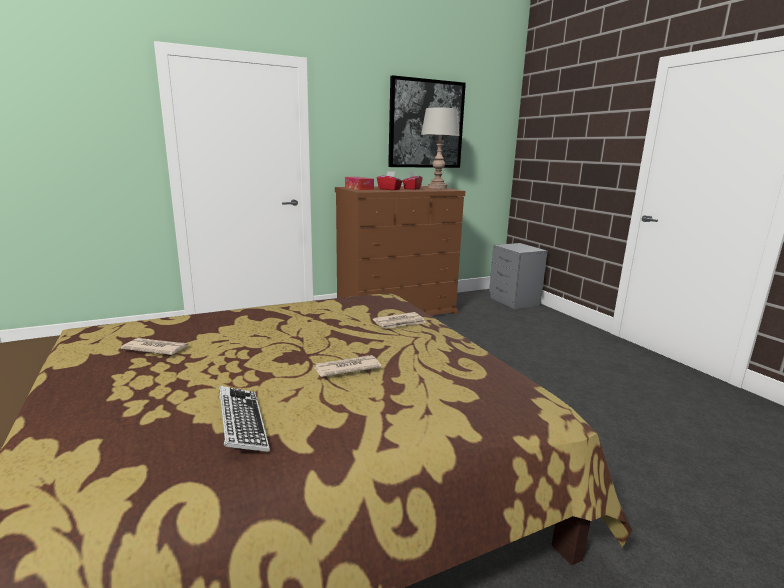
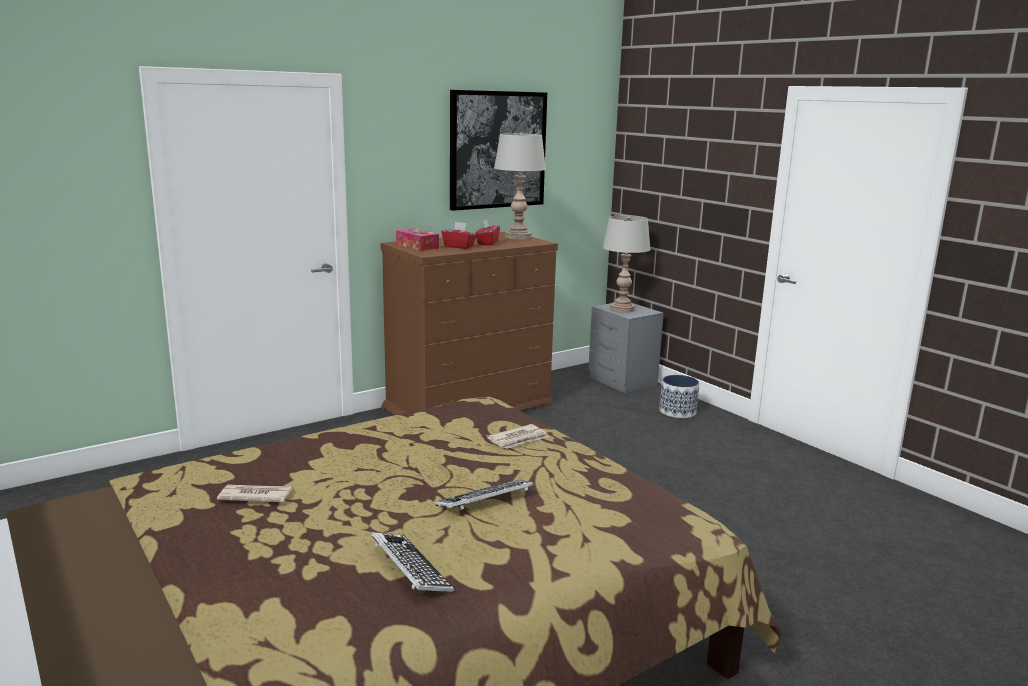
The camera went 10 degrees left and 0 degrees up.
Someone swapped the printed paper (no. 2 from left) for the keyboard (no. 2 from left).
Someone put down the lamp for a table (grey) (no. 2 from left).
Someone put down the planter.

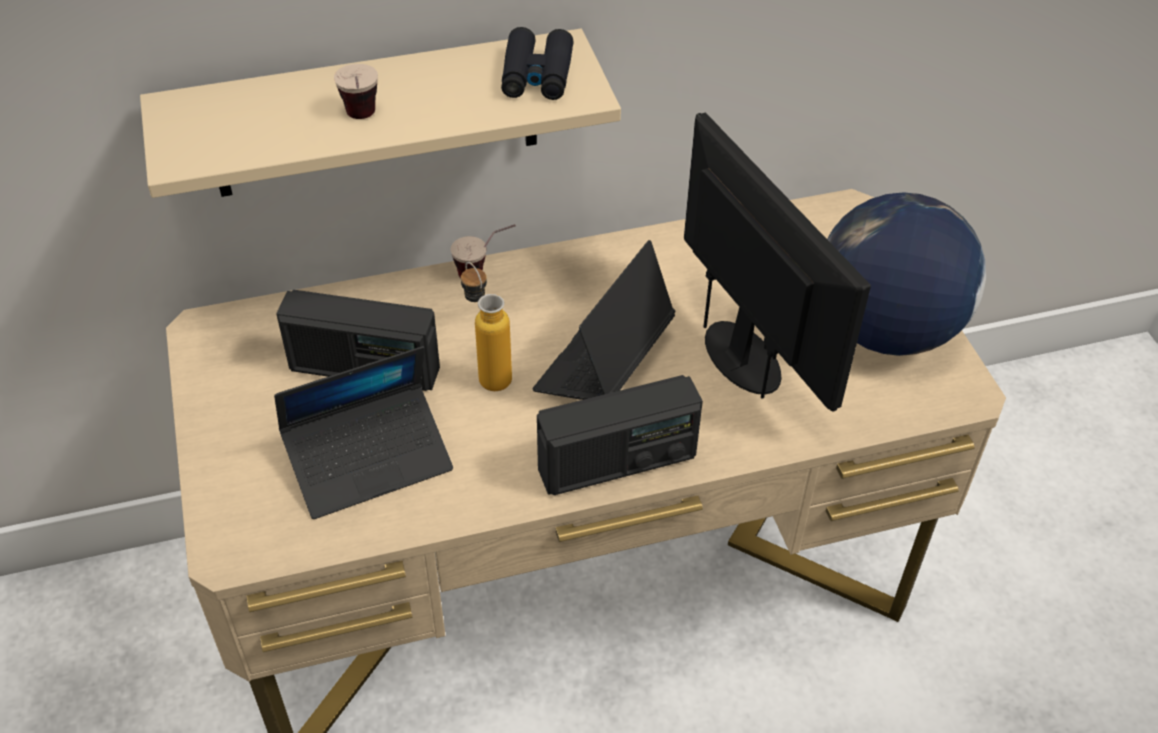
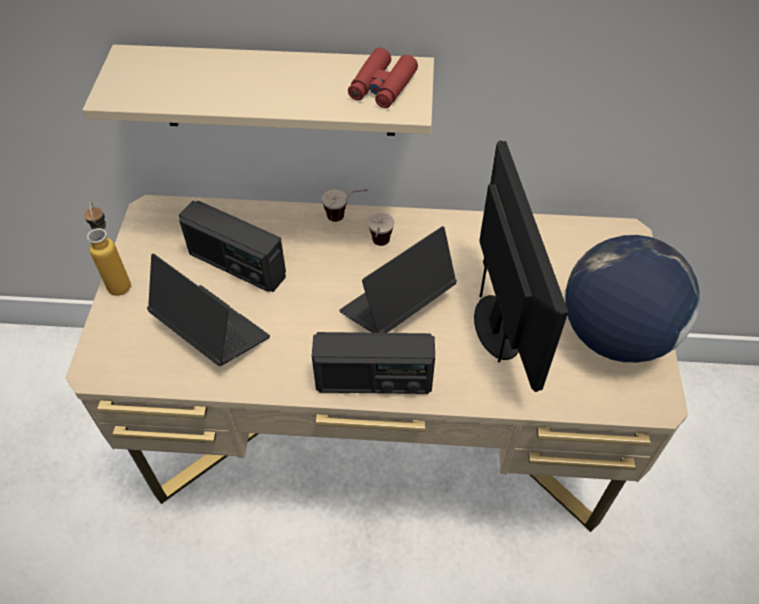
The camera went 20 degrees right and 5 degrees up.
Someone repainted the field glasses (black-coloured), which became the field glasses (reddish).
Someone carried the small cup (no. 1 from left in the first image).
Someone carried the beverage bottle.
Someone rotated the notebook computer (no. 1 from left) by 135 degrees counterclockwise.

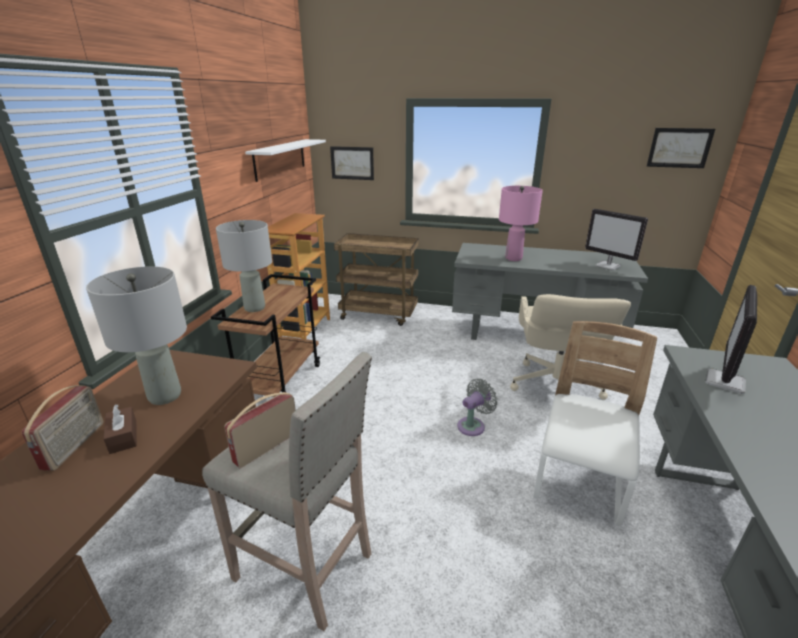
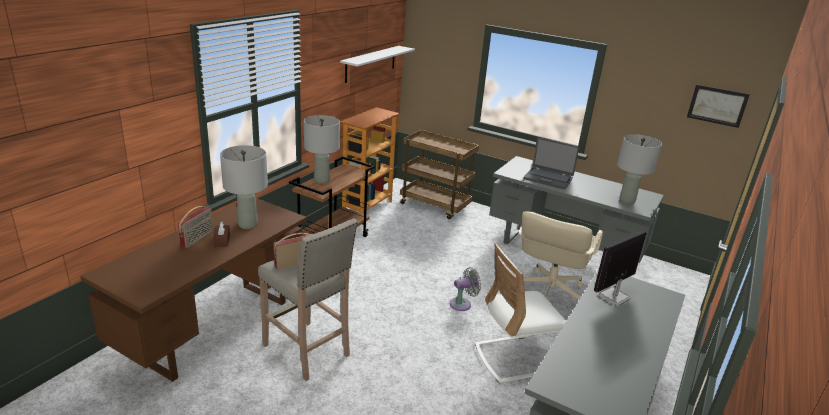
The camera went 15 degrees right and 0 degrees up.
Someone took away the wall picture (no. 1 from left).
Someone swapped the lamp for a table (pinkish) for the notebook computer.
Someone swapped the monitor (no. 1 from left) for the lamp for a table (grey) (no. 3 from left).
Someone rotated the plain chair (whitish) by 150 degrees counterclockwise.

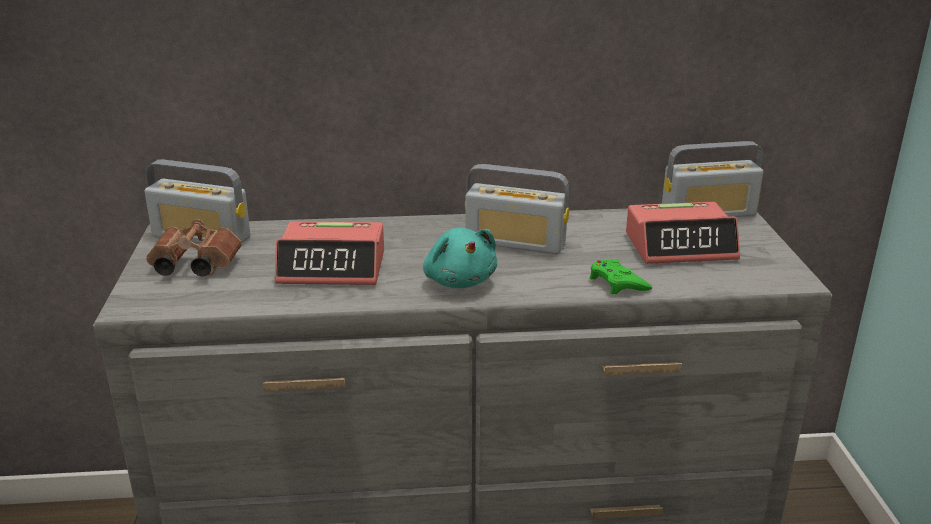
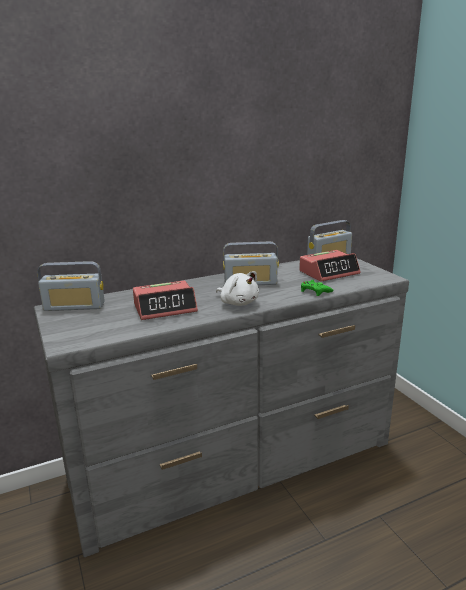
The camera went 20 degrees left and 5 degrees down.
Someone took away the field glasses (brown).
Someone repainted the soft toy (turquoise), which became the soft toy (whitish).

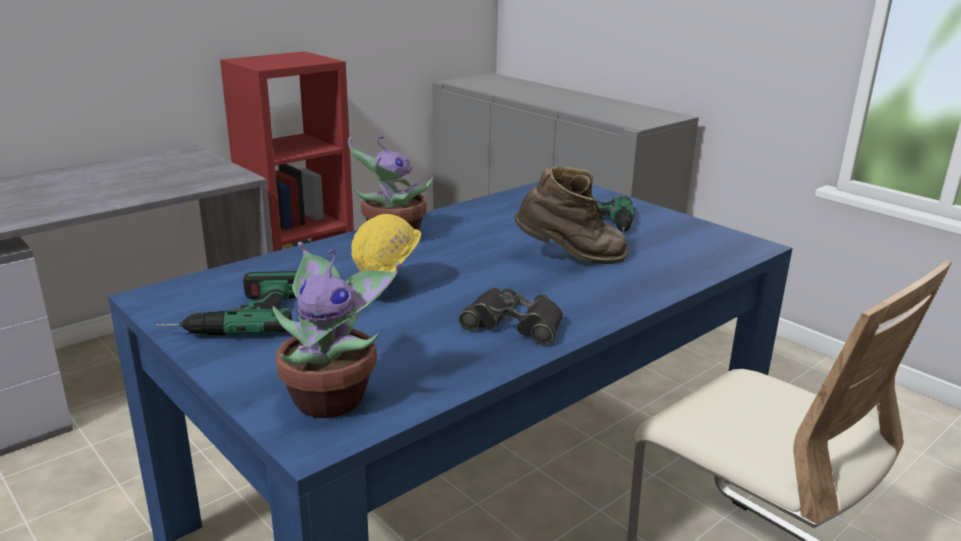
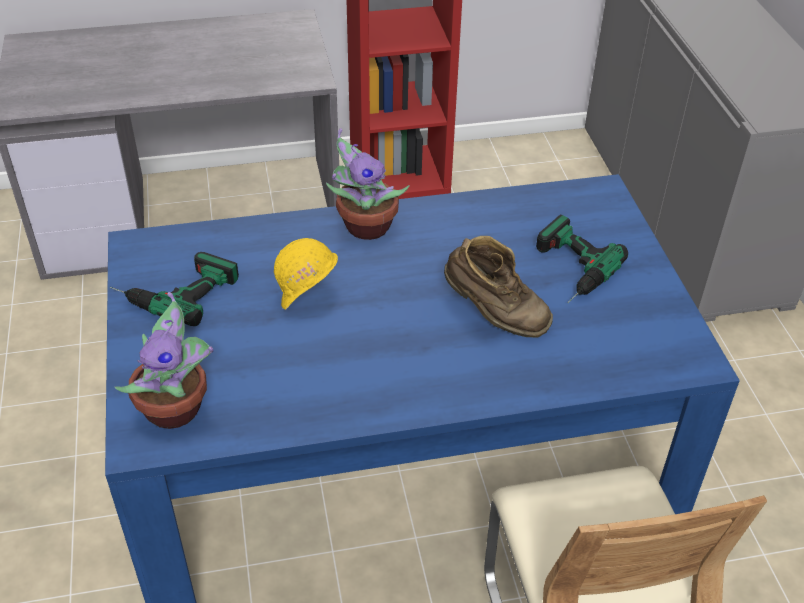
The camera went 30 degrees right and 20 degrees up.
Someone took away the field glasses (black-coloured).

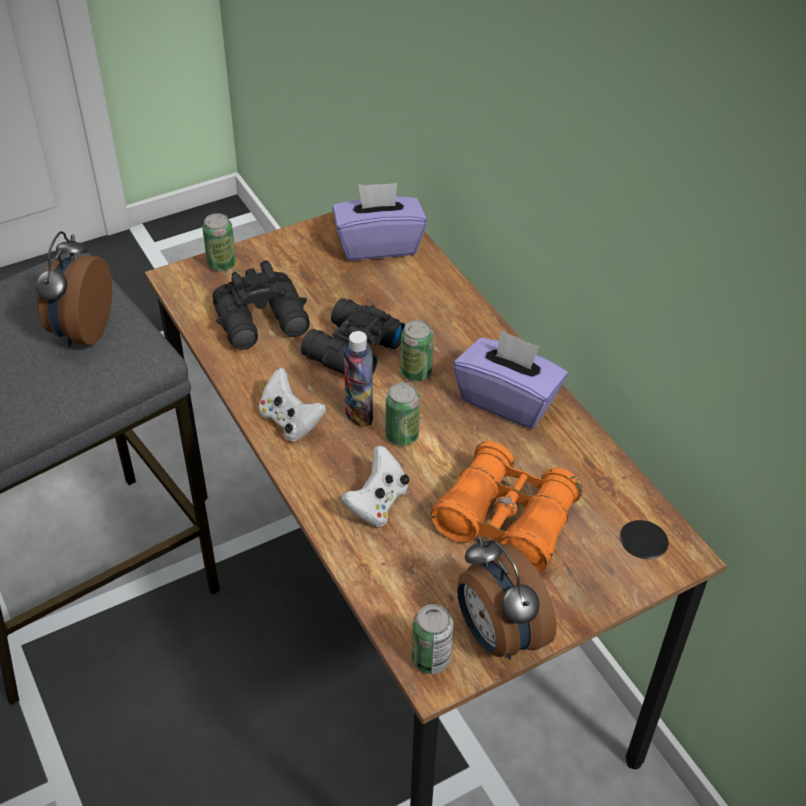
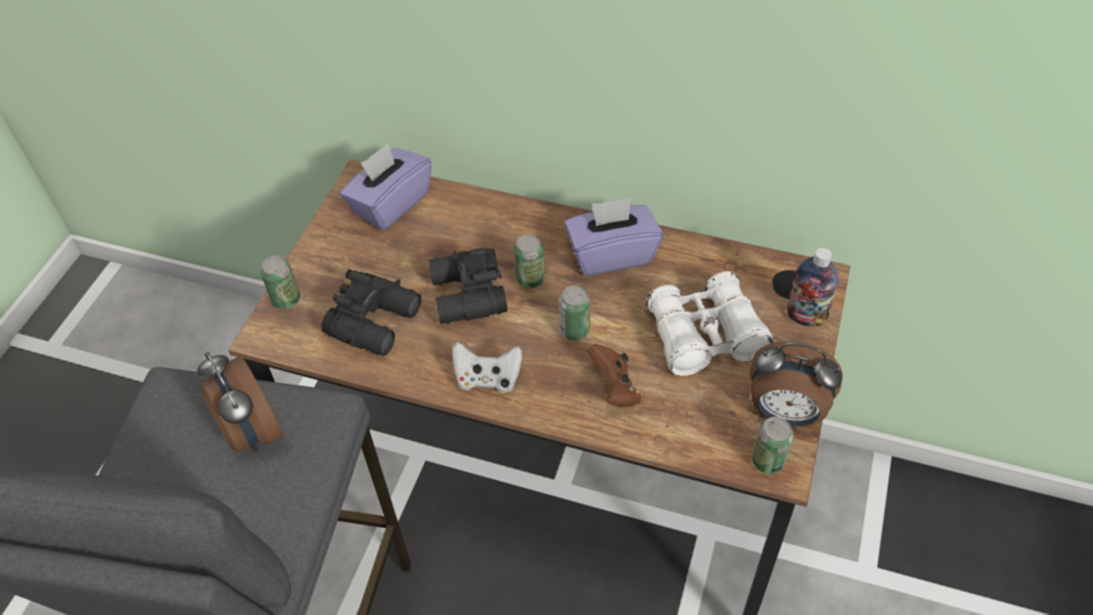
The camera went 40 degrees left and 5 degrees up.
Someone carried the beverage bottle.
Someone repainted the field glasses (orange), which became the field glasses (whitish).
Someone repainted the joypad (whitish) (no. 2 from left), which became the joypad (brown).

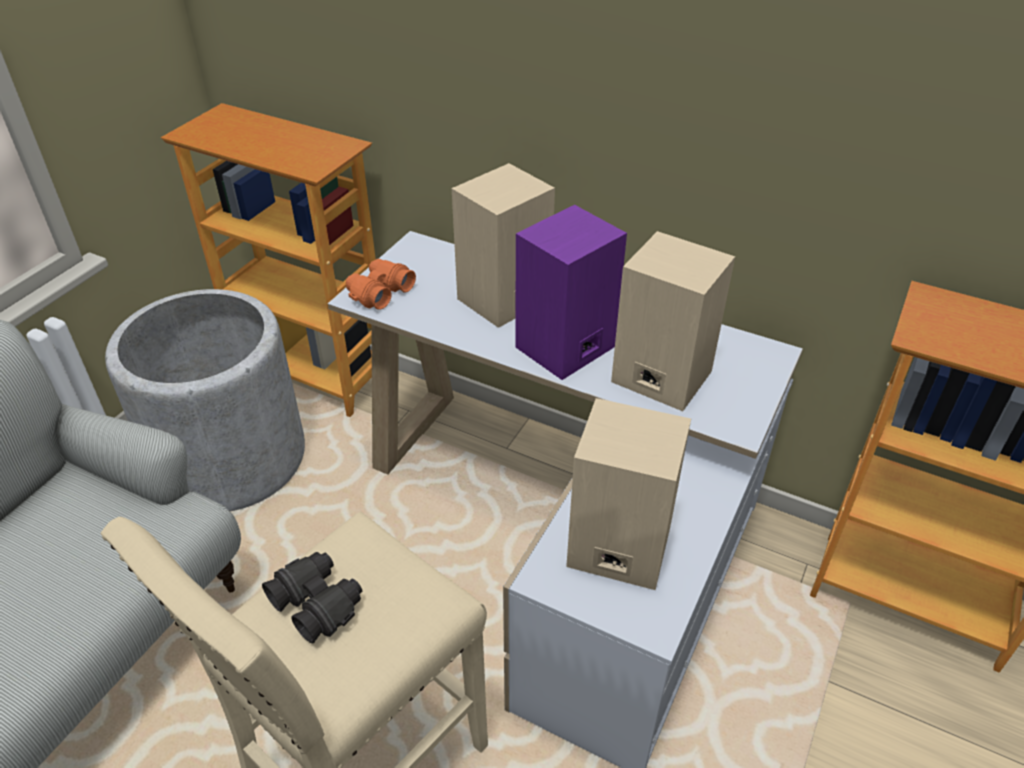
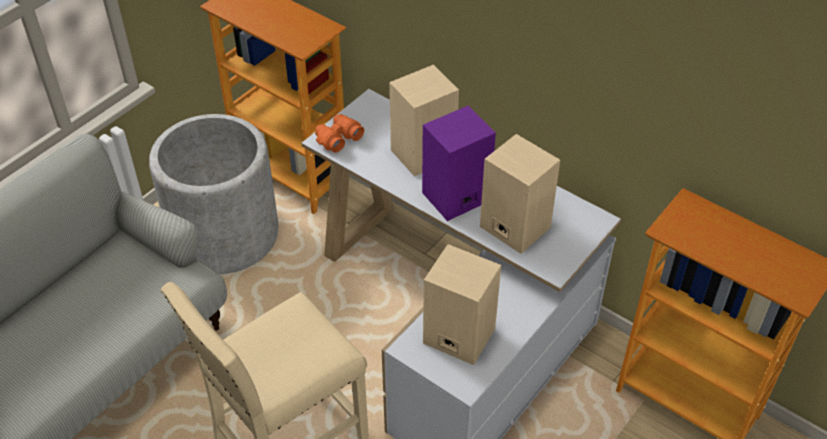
The camera went 10 degrees right and 5 degrees up.
Someone took away the field glasses (black-coloured).

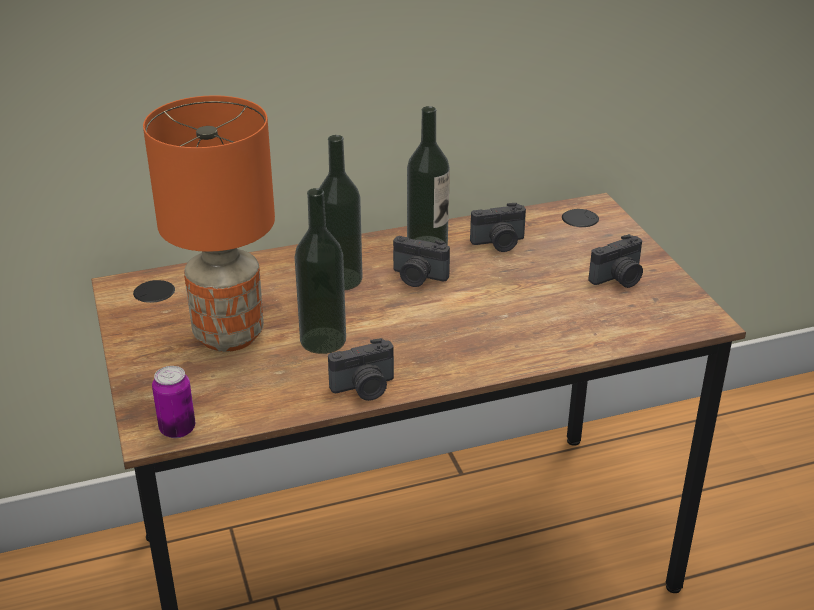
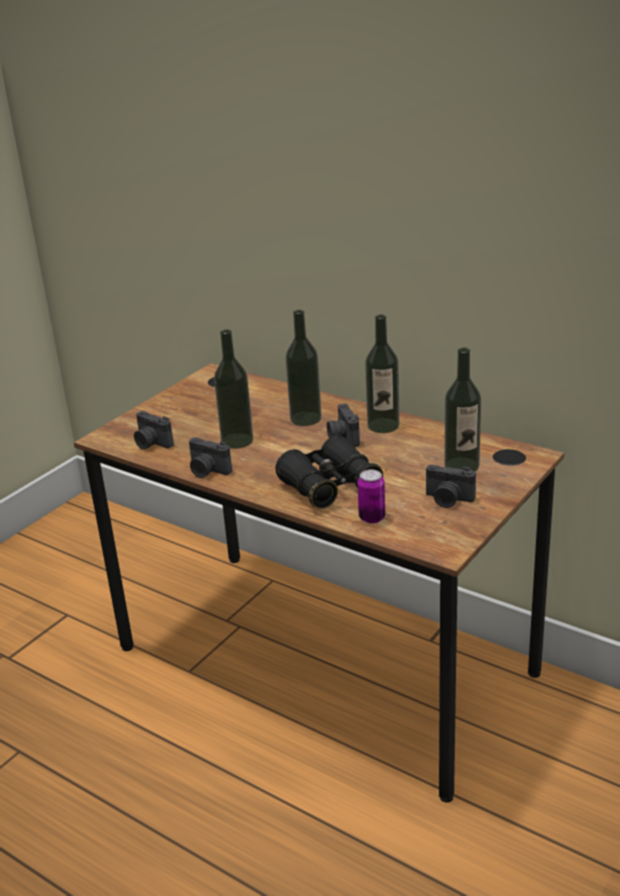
The camera went 55 degrees right and 5 degrees down.
Someone took away the lamp for a table (orange).
Someone carried the still camera (no. 3 from left in the first image).
Someone carried the sealed can.
Someone put down the beverage bottle (no. 4 from left).
Someone put down the field glasses (black-coloured).

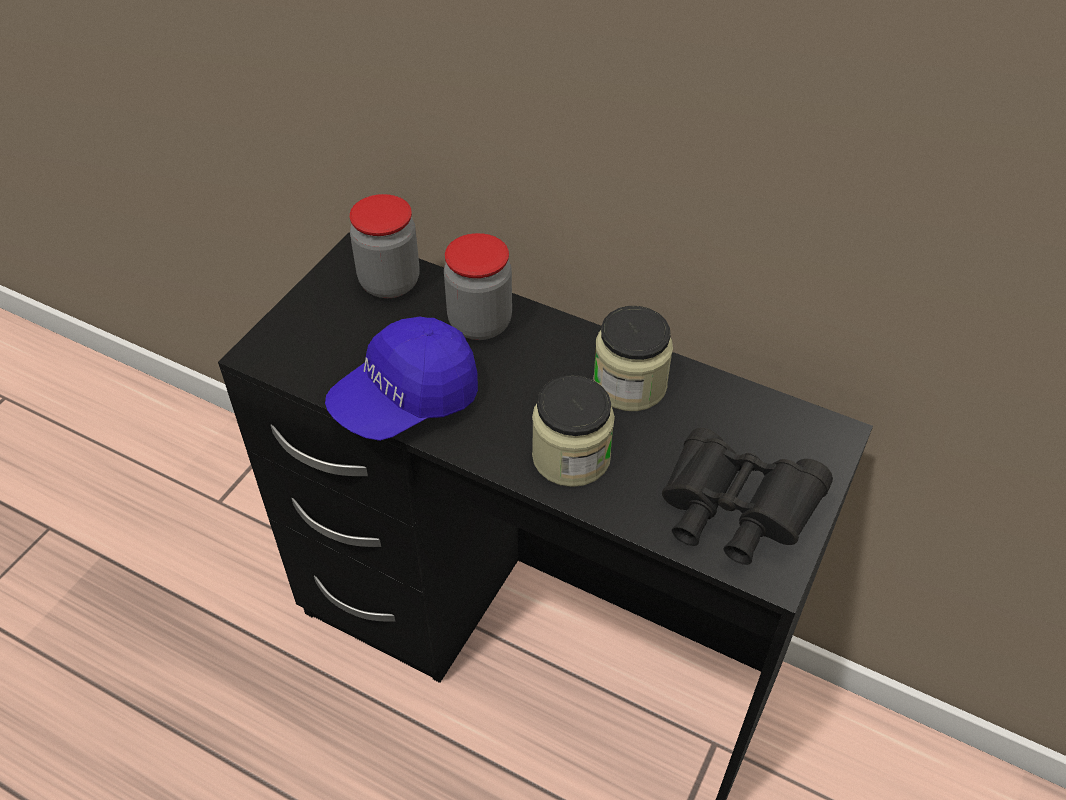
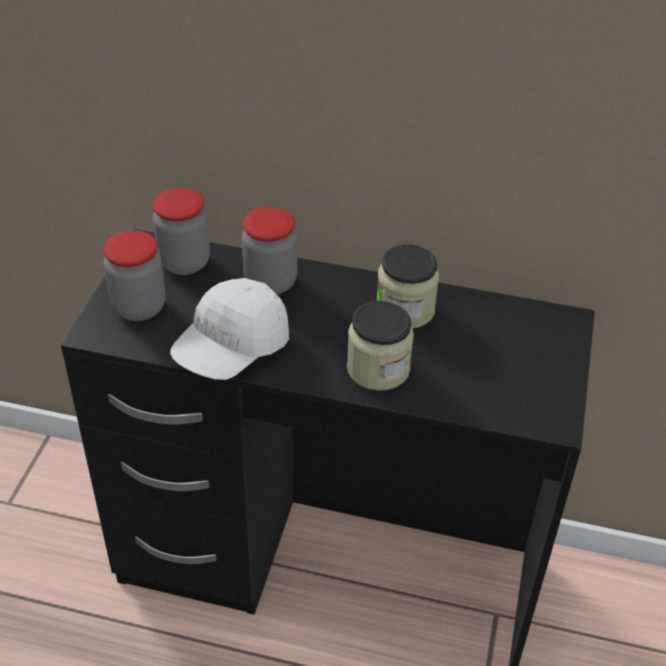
The camera went 15 degrees left and 5 degrees down.
Someone repainted the peaked cap (blue-coloured), which became the peaked cap (whitish).
Someone took away the field glasses (black-coloured).
Someone put down the preserve jar (no. 1 from left).

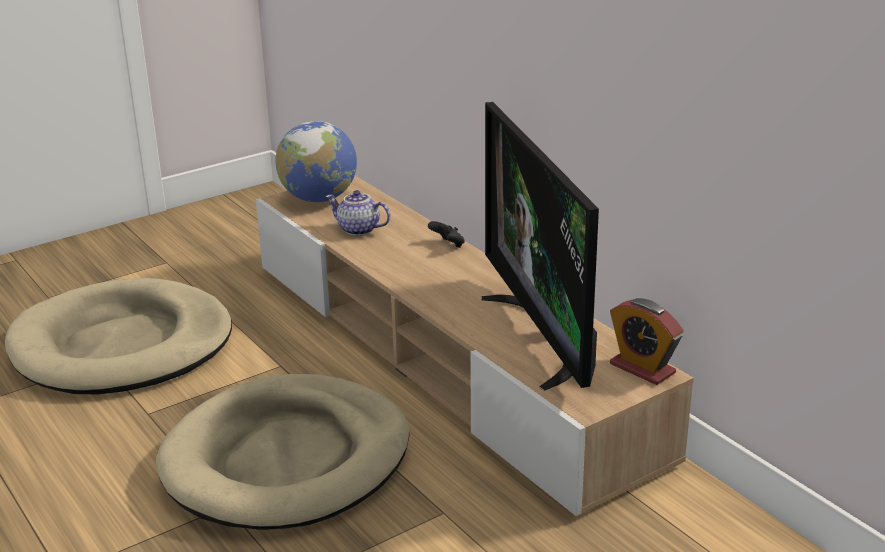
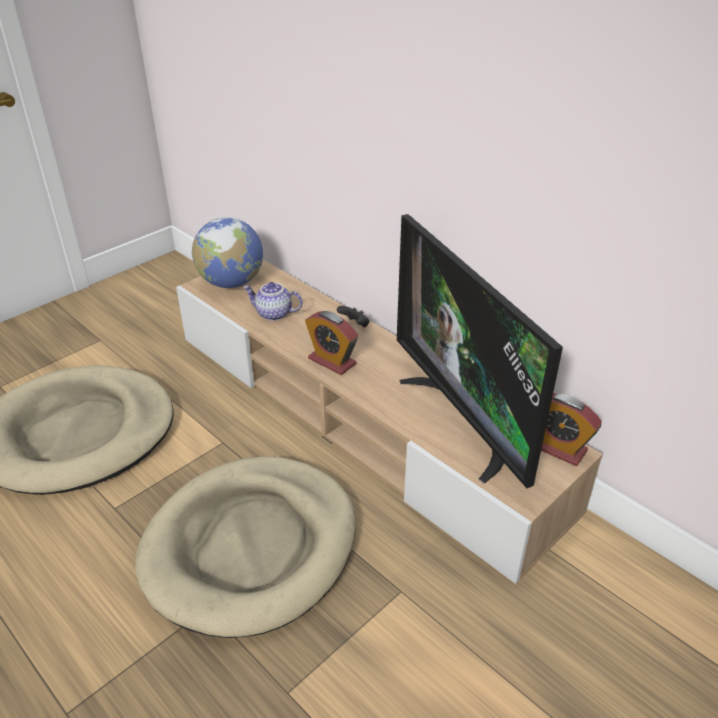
The camera went 10 degrees left and 10 degrees up.
Someone put down the bedside clock (no. 1 from left).

